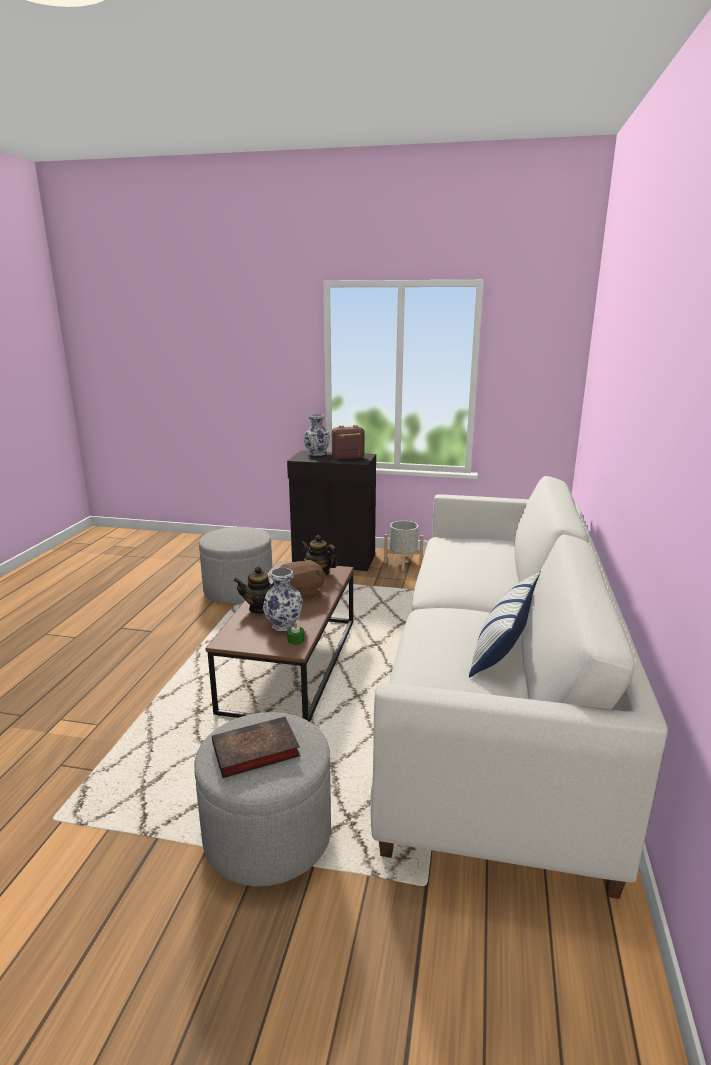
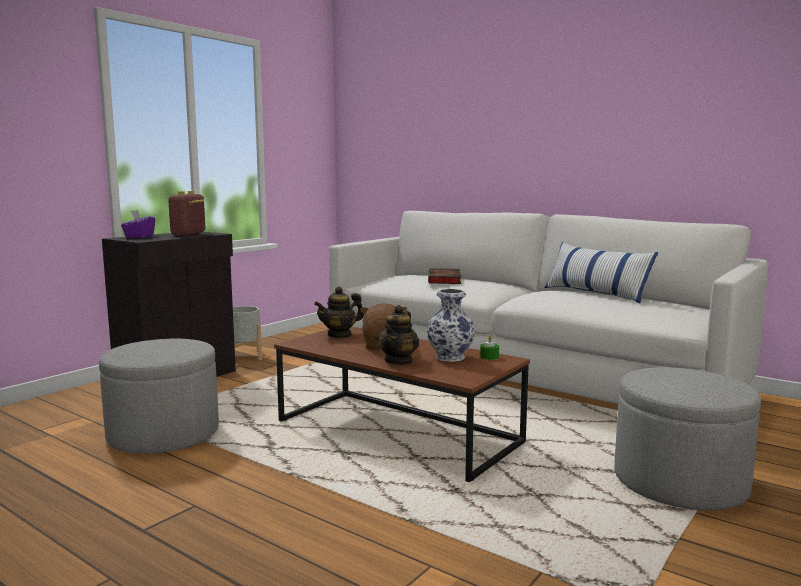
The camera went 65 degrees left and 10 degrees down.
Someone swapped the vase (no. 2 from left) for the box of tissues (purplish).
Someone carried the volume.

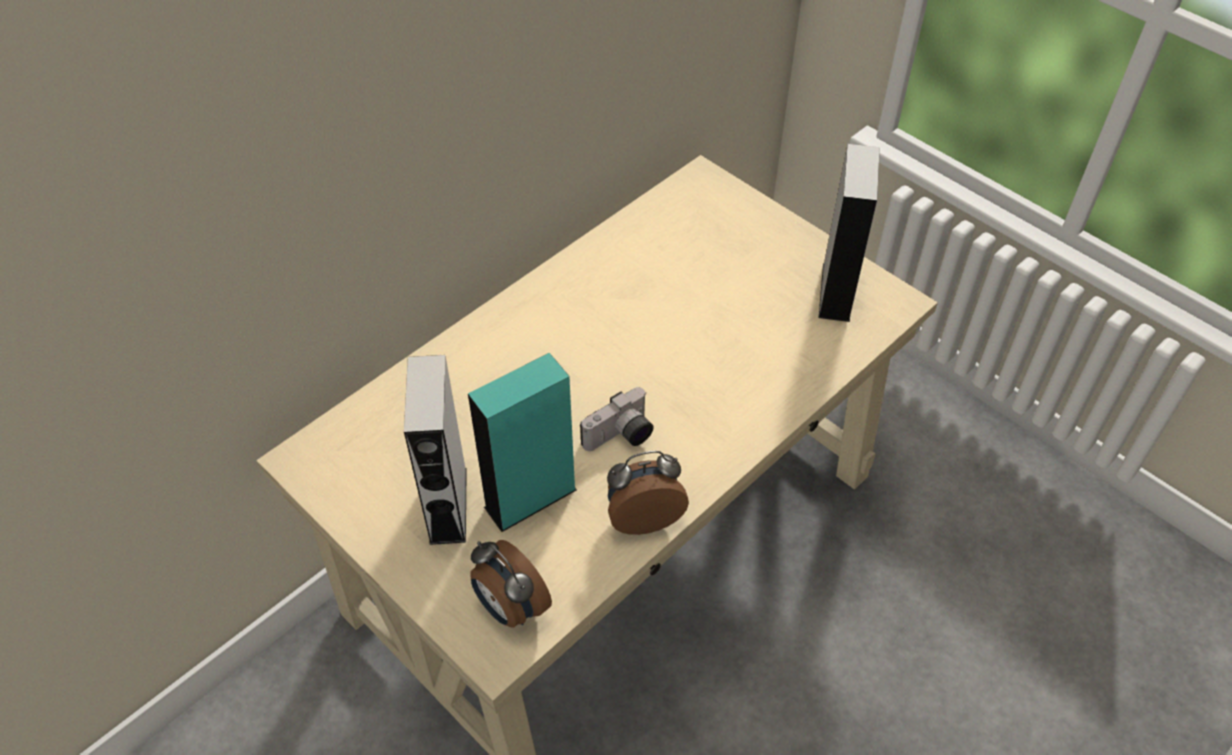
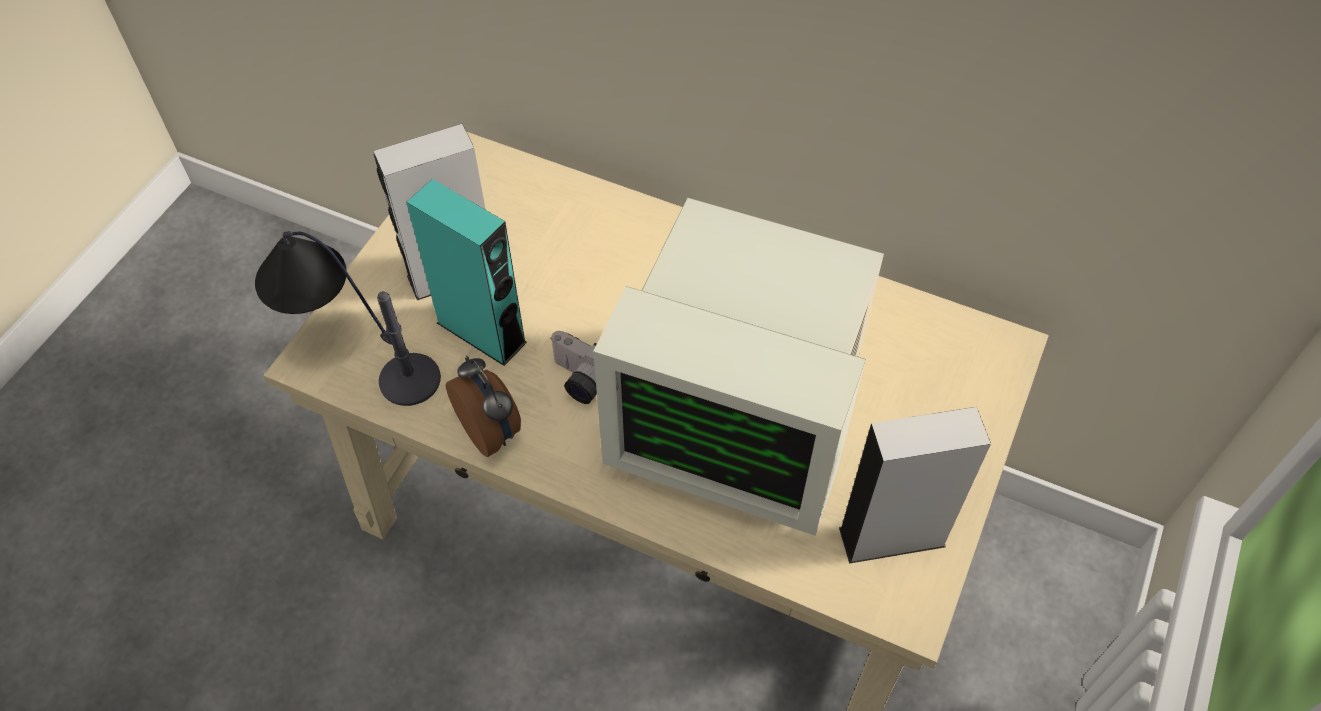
The camera went 70 degrees right and 5 degrees up.
Someone swapped the bedside clock (no. 1 from left) for the lamp for a table.
Someone put down the monitor.

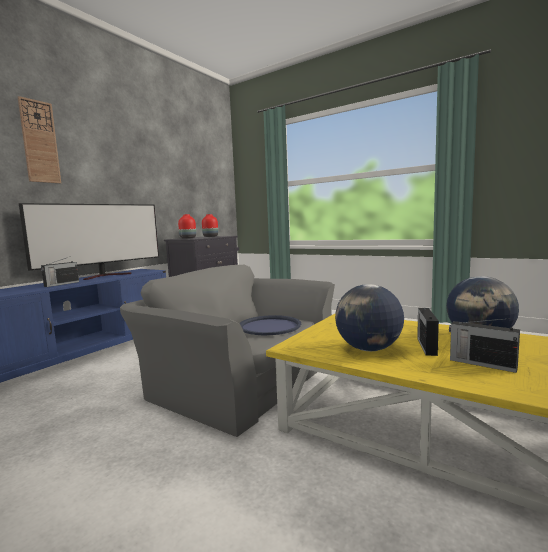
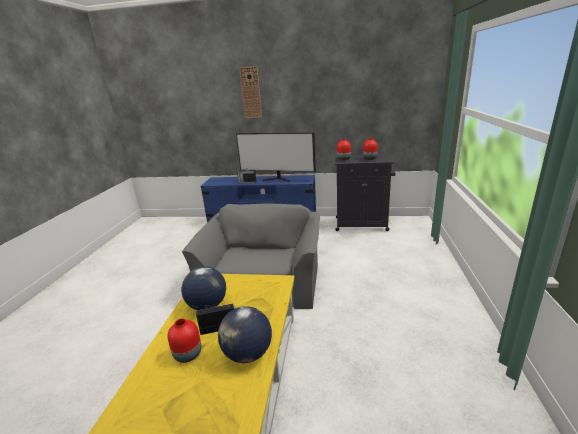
The camera went 65 degrees right and 15 degrees up.
Someone took away the carrying tray (blue-coloured).
Someone swapped the radio set (no. 3 from left) for the vase (reddish) (no. 1 from left).

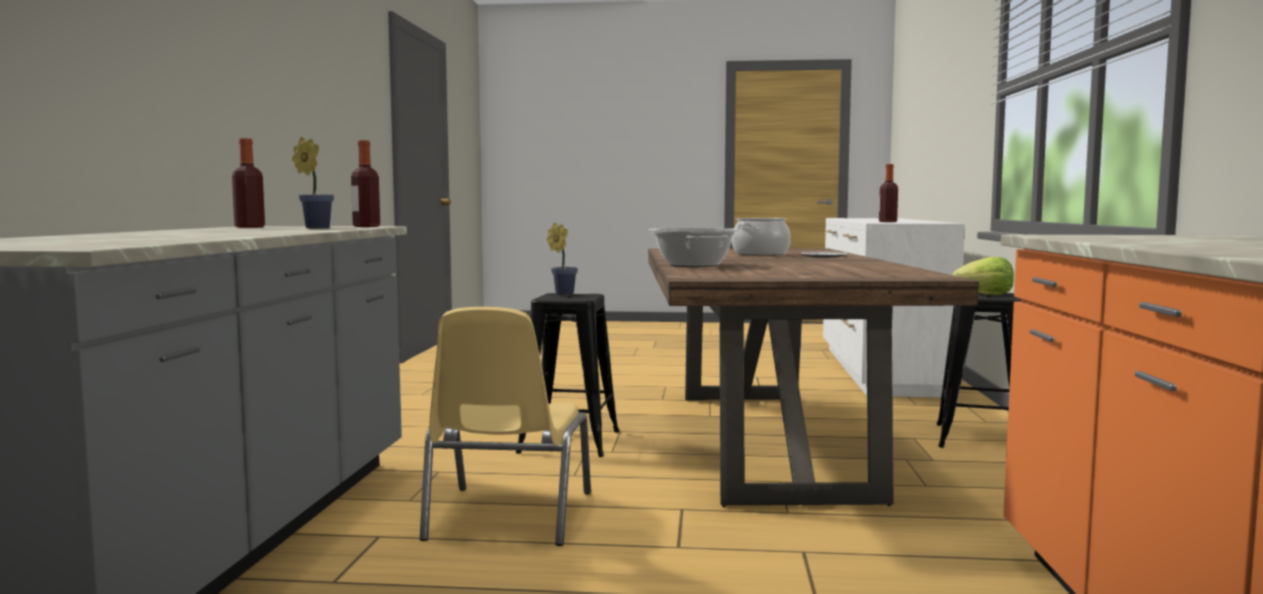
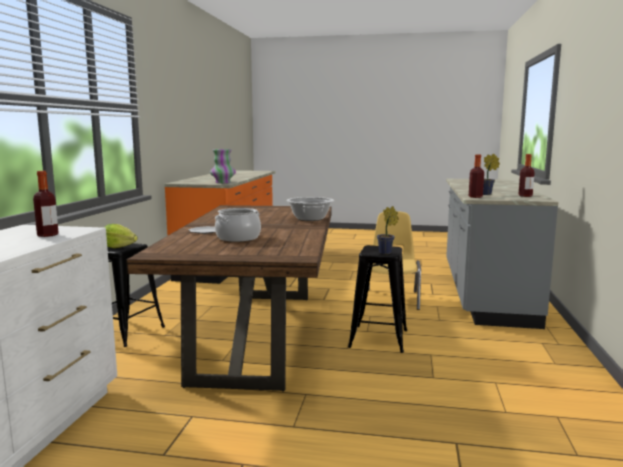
The camera went 175 degrees left and 5 degrees up.
Someone put down the vase.

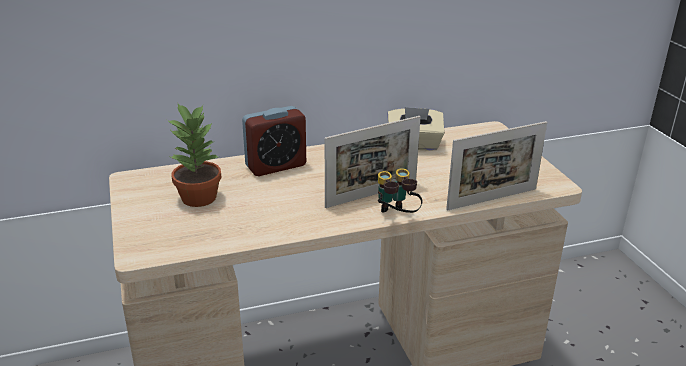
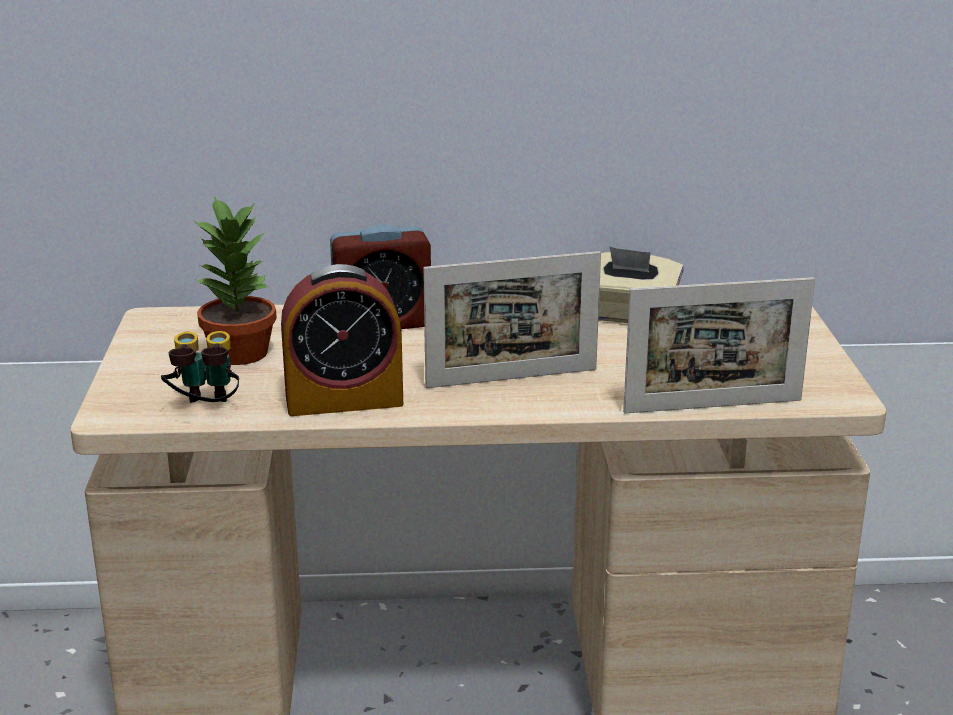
The camera went 15 degrees right and 5 degrees down.
Someone carried the field glasses.
Someone put down the bedside clock (no. 1 from left).

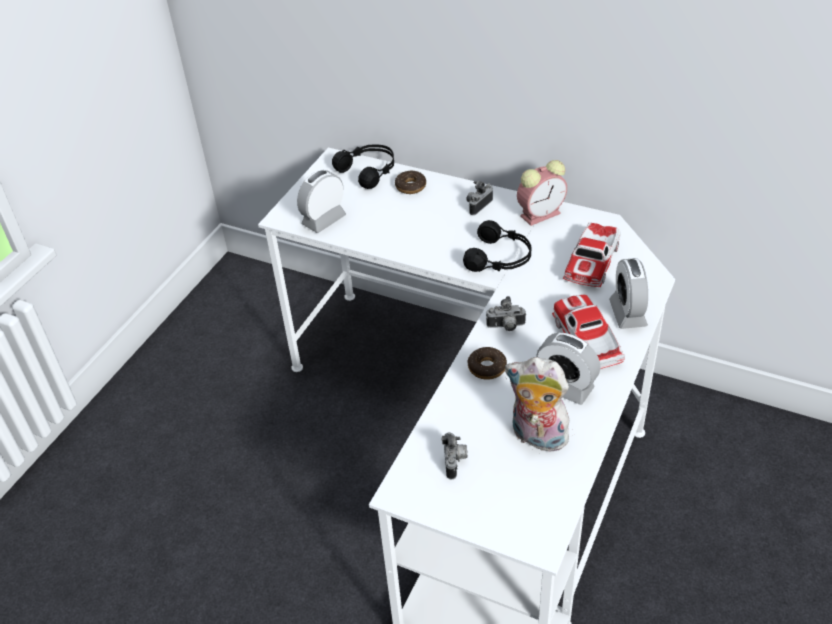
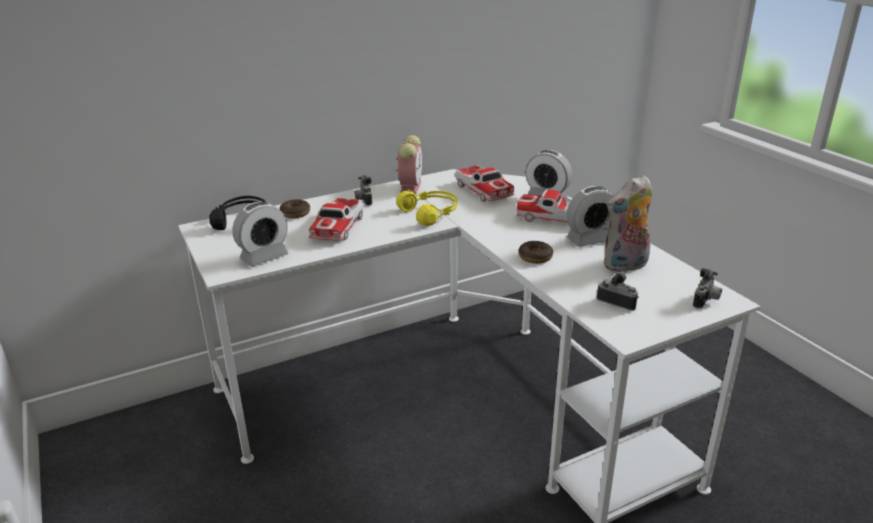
The camera went 55 degrees left and 15 degrees down.
Someone rotated the bedside clock (no. 1 from left) by 120 degrees counterclockwise.
Someone repainted the pair of headphones (black-coloured) (no. 2 from left), which became the pair of headphones (yellow).
Someone carried the still camera (no. 3 from left).
Someone put down the miniature car (no. 1 from left).

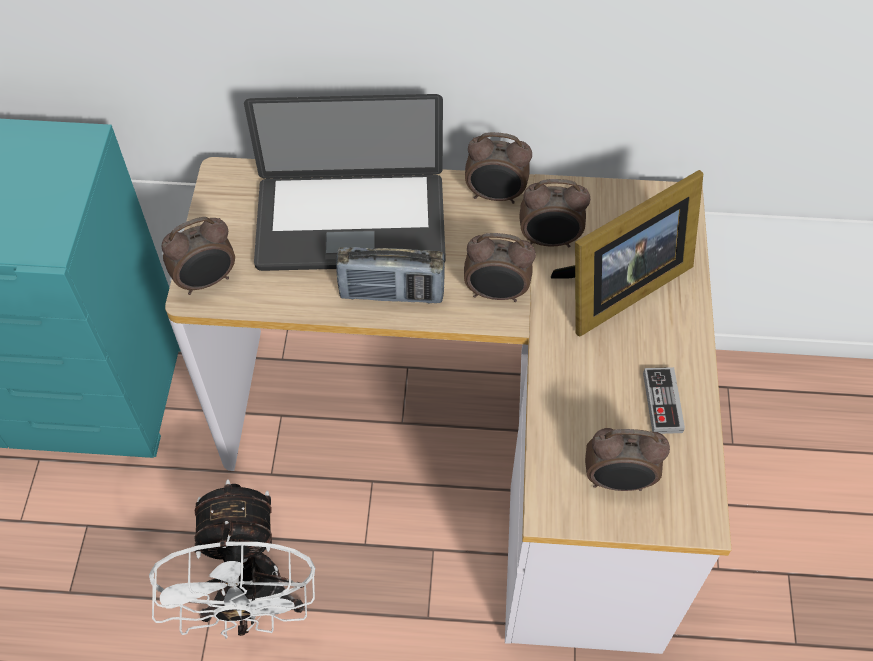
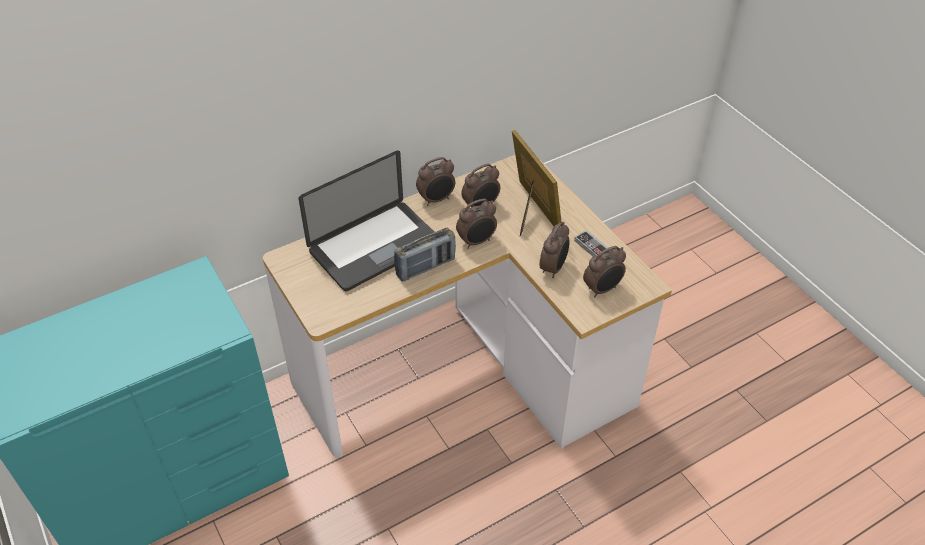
The camera went 35 degrees left and 10 degrees down.
Someone rotated the photo frame by 45 degrees counterclockwise.
Someone carried the bedside clock (no. 1 from left in the first image).
Someone took away the electric fan (whitish).

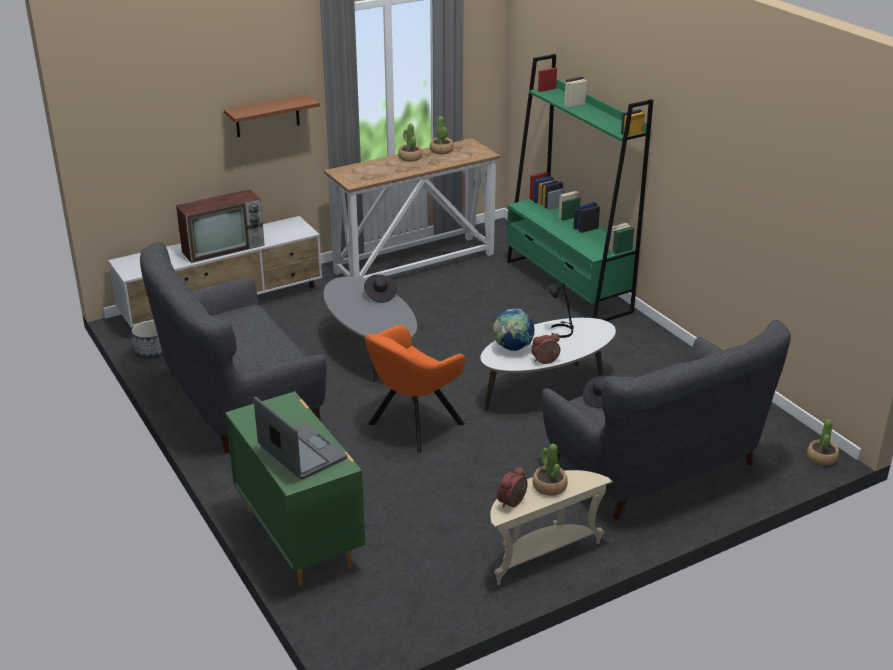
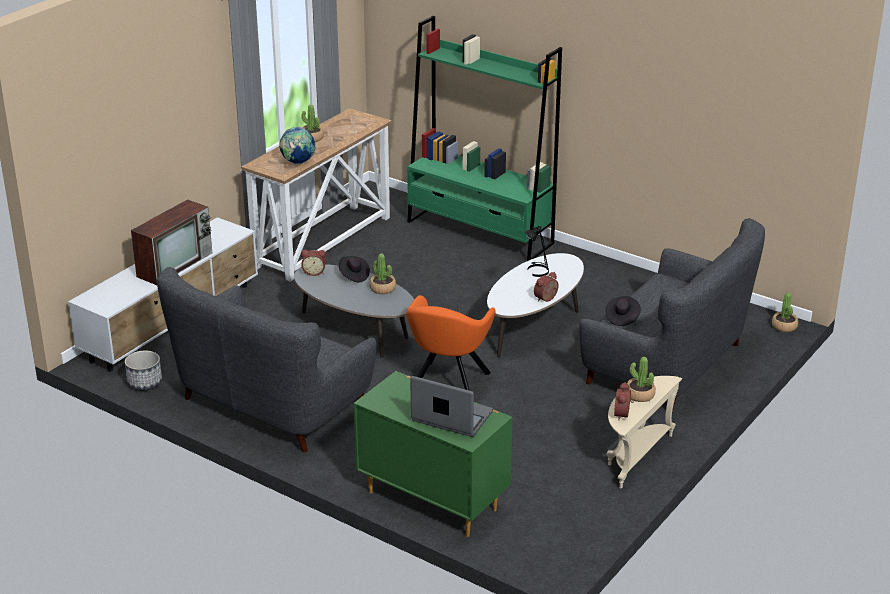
The camera went 25 degrees left and 0 degrees up.
Someone took away the wall shelf (brown).
Someone carried the potted plant (no. 2 from left).
Someone carried the globe.
Someone put down the bedside clock (no. 1 from left).

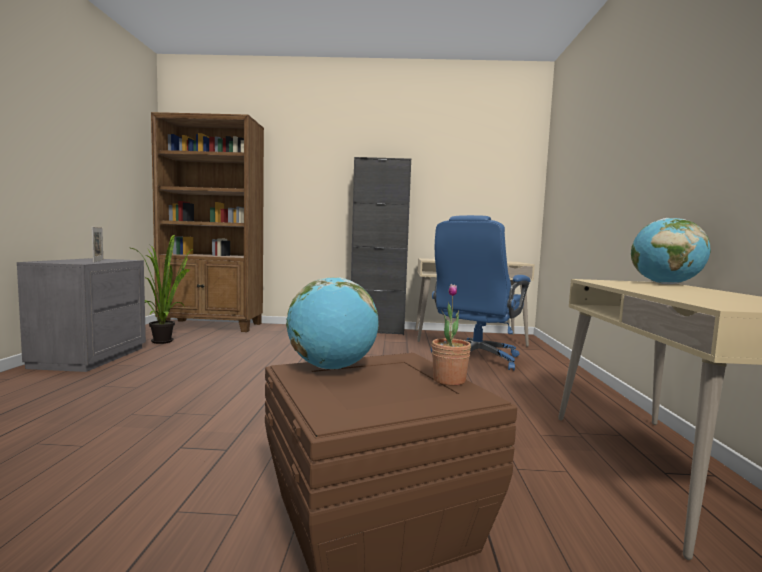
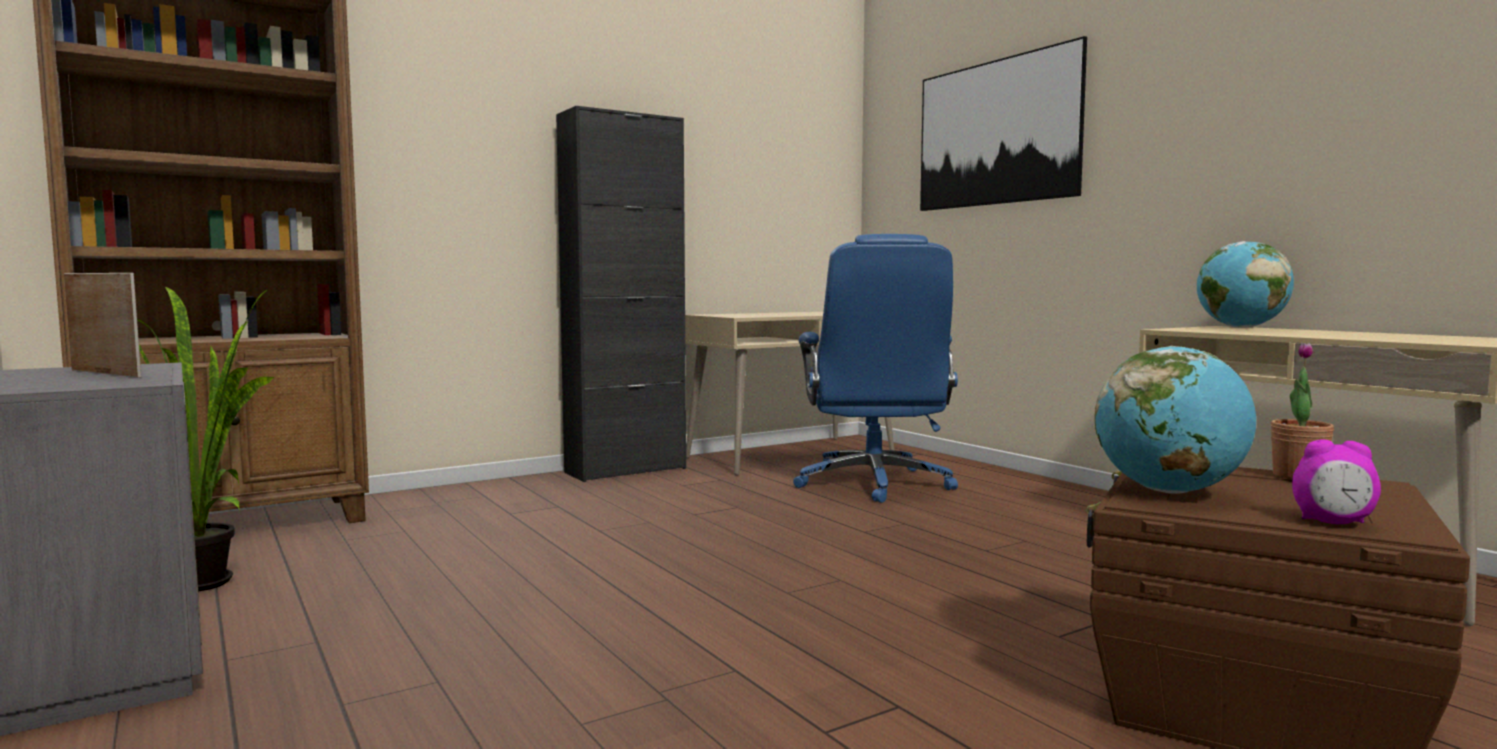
The camera went 35 degrees left and 0 degrees up.
Someone put up the wall picture.
Someone put down the bedside clock.

